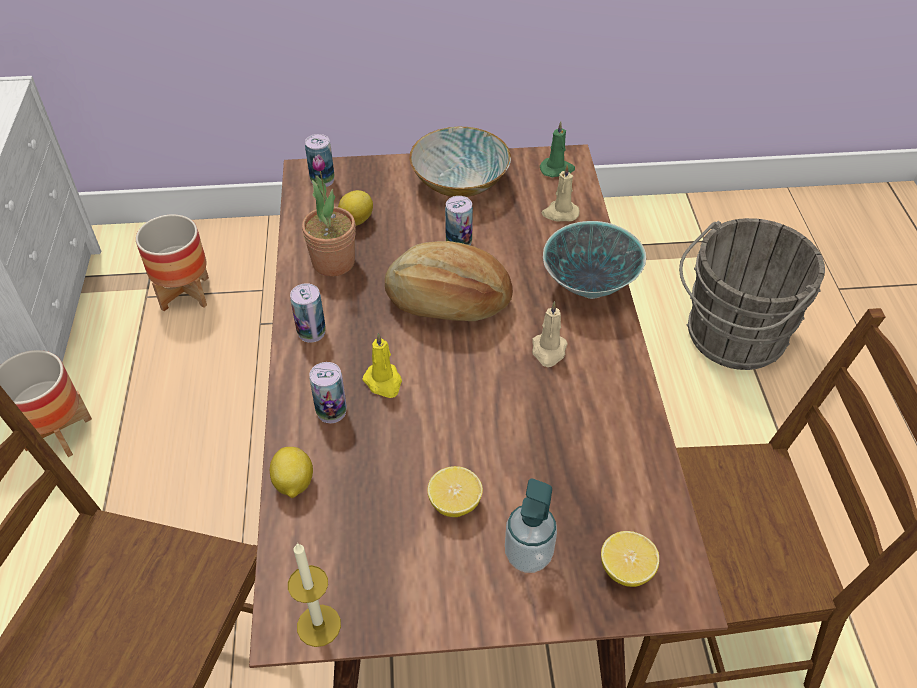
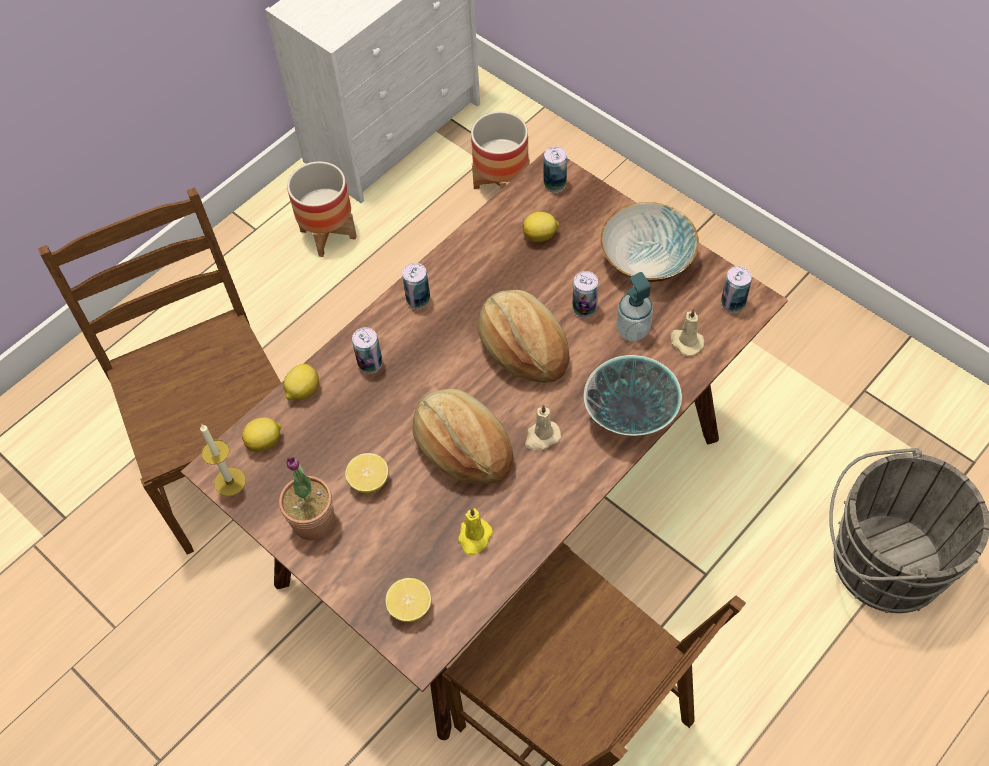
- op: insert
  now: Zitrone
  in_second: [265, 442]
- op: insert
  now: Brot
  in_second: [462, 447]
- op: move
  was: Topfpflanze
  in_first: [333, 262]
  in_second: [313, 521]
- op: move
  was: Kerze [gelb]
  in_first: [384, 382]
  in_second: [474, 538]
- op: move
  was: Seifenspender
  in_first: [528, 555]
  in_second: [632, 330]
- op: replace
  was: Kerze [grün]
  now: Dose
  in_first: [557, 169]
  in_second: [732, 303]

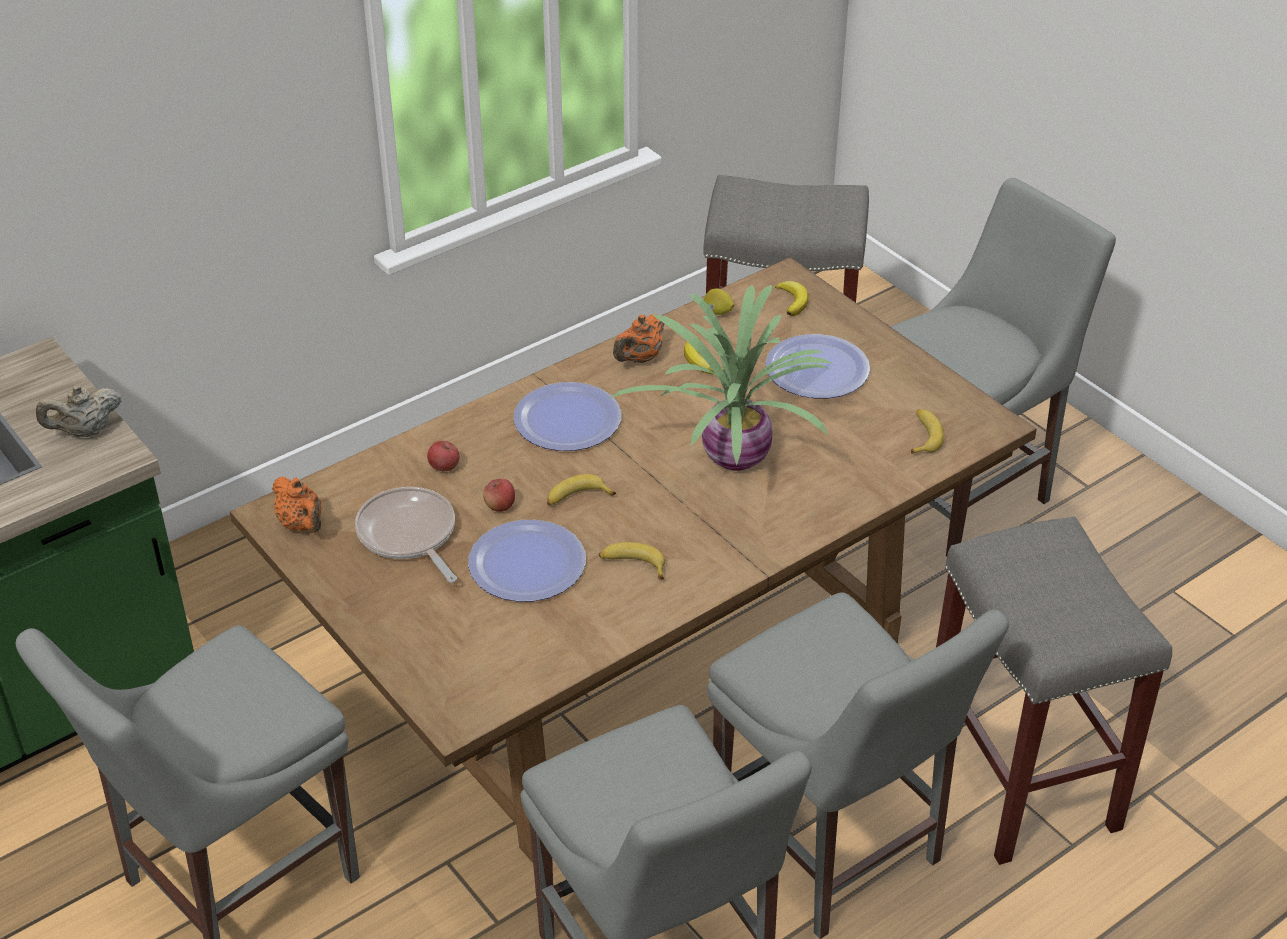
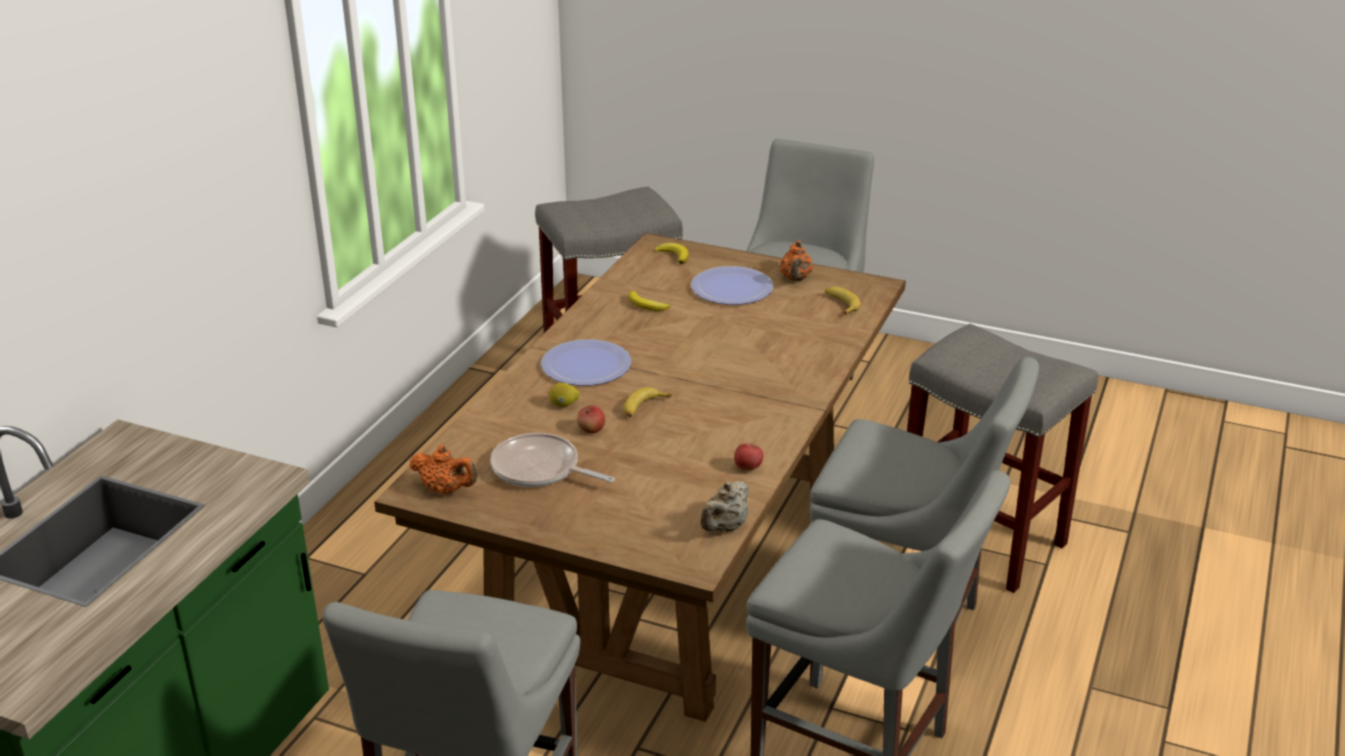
- op: delete
  was: Teller
  in_first: [527, 563]
- op: delete
  was: Banane
  in_first: [632, 565]
- op: delete
  was: Topfpflanze
  in_first: [732, 456]
- op: move
  was: Teekanne [beige]
  in_first: [85, 431]
  in_second: [725, 527]
- op: move
  was: Apfel
  in_first: [444, 467]
  in_second: [748, 468]
- op: move
  was: Teekanne [orange]
  in_first: [640, 358]
  in_second: [795, 279]
- op: move
  was: Zitrone
  in_first: [718, 312]
  in_second: [563, 405]

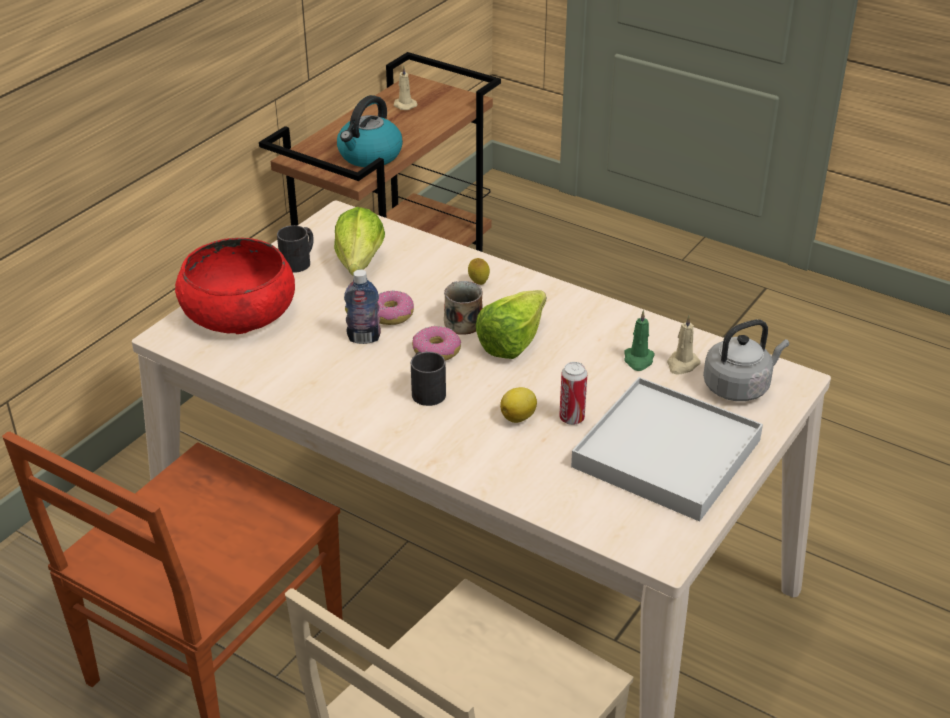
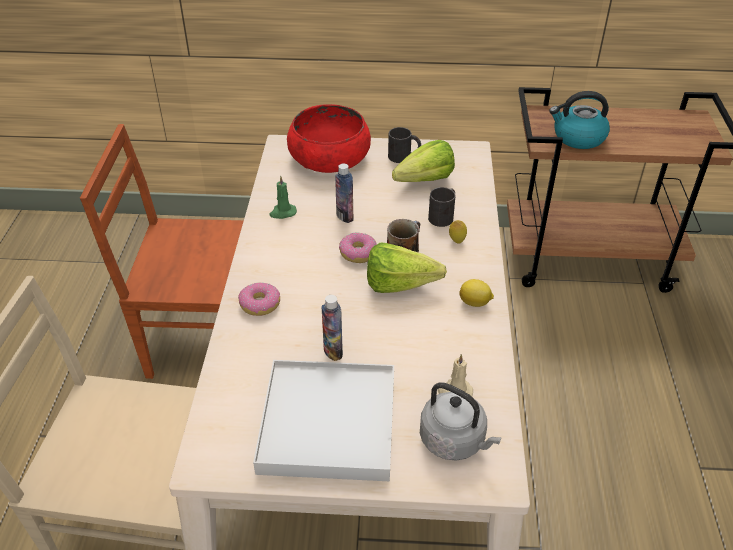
- op: delete
  was: Kerze [beige]
  in_first: [404, 105]
- op: move
  was: Donut
  in_first: [391, 314]
  in_second: [260, 304]
- op: move
  was: Henkelbecher [schwarz]
  in_first: [426, 390]
  in_second: [443, 216]
- op: move
  was: Zitrone
  in_first: [519, 417]
  in_second: [475, 303]
- op: move
  was: Kerze [grün]
  in_first: [638, 360]
  in_second: [282, 213]
- op: replace
  was: Dose
  now: Flasche
  in_first: [571, 418]
  in_second: [333, 351]

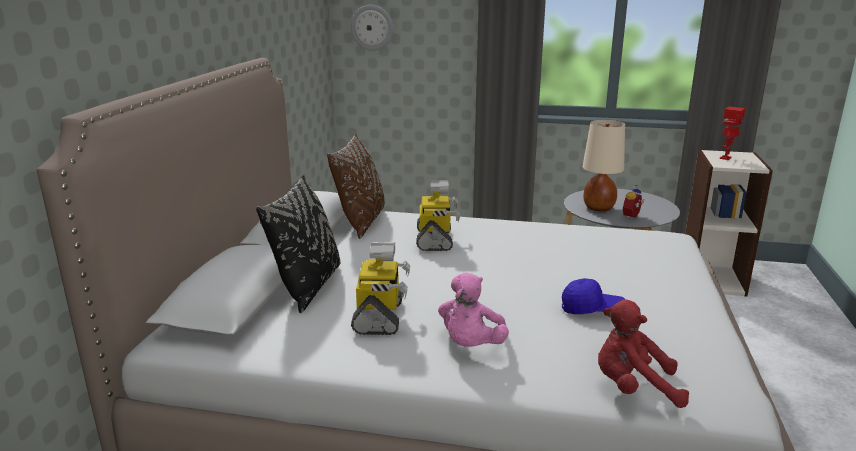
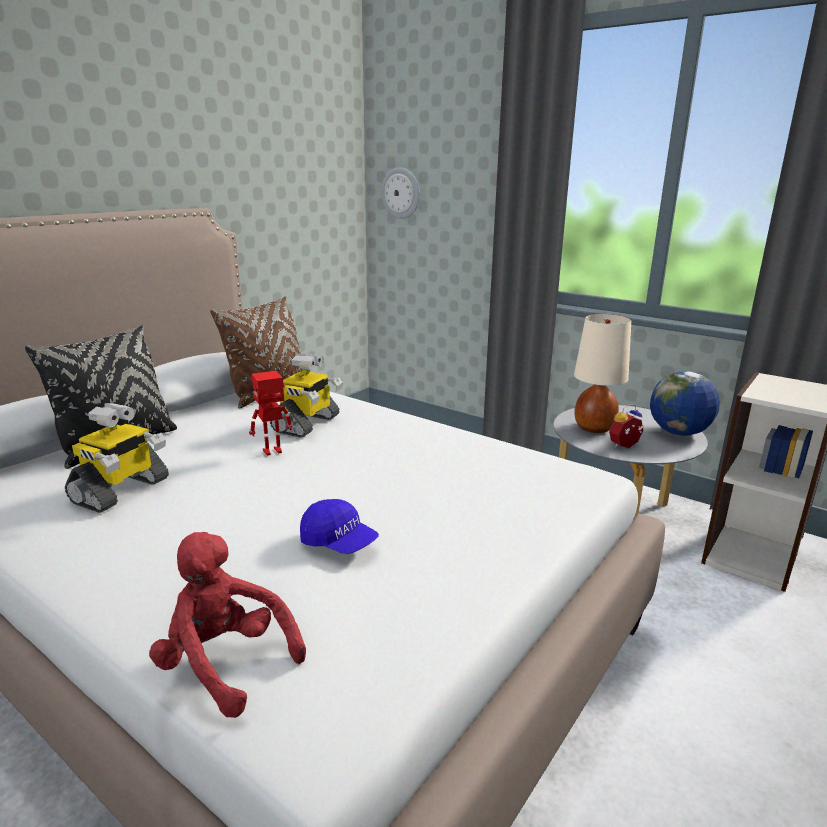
- op: delete
  was: Plüschtier [rosa]
  in_first: [471, 345]
- op: insert
  now: Globus
  in_second: [678, 433]
- op: move
  was: Spielzeugroboter
  in_first: [726, 158]
  in_second: [273, 452]

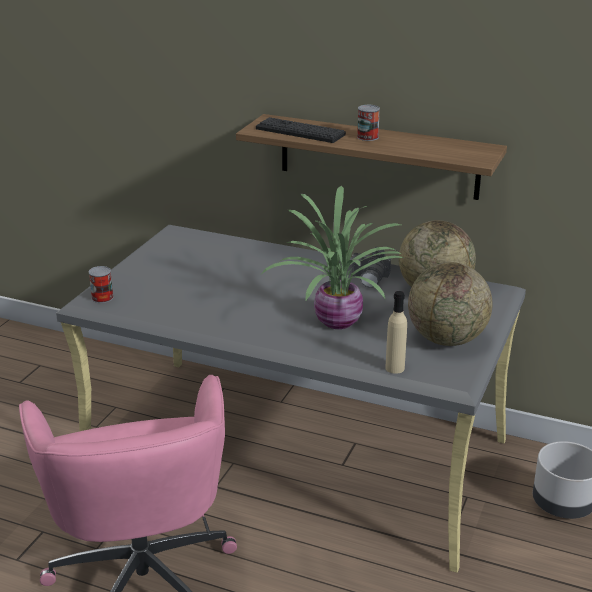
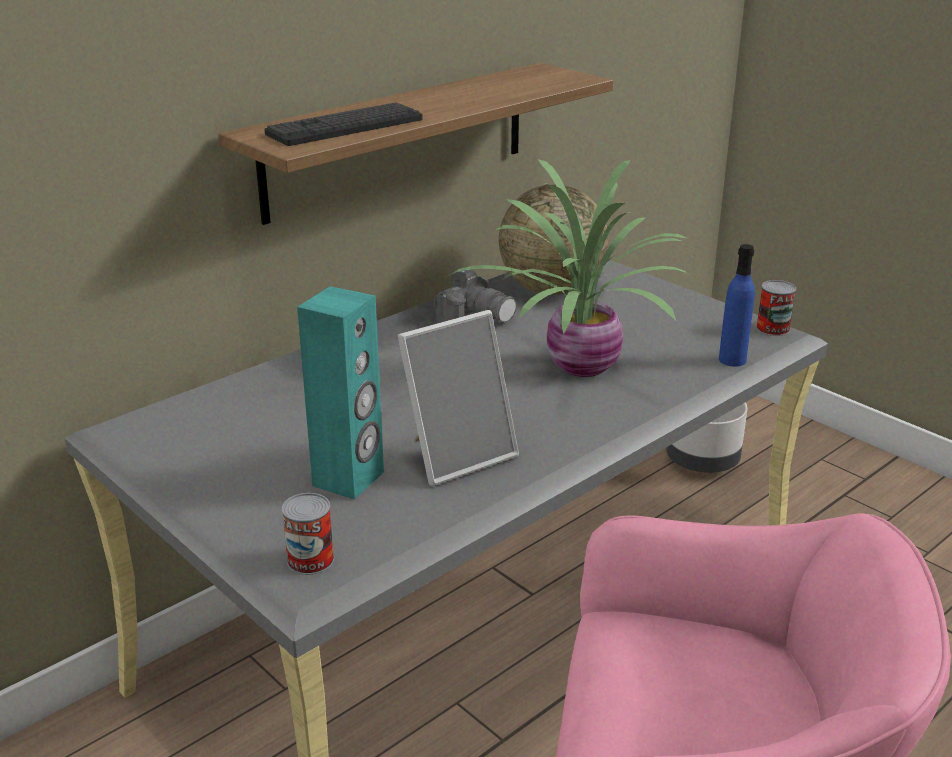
- op: delete
  was: Globus
  in_first: [447, 339]
- op: insert
  now: Lautsprecher [türkis]
  in_second: [349, 479]
- op: insert
  now: Bilderrahmen
  in_second: [457, 455]
- op: move
  was: Dose
  in_first: [367, 137]
  in_second: [772, 328]
- op: recolor
  was: Flasche [beige]
  now: Flasche [blau]
  in_first: [395, 368]
  in_second: [732, 360]

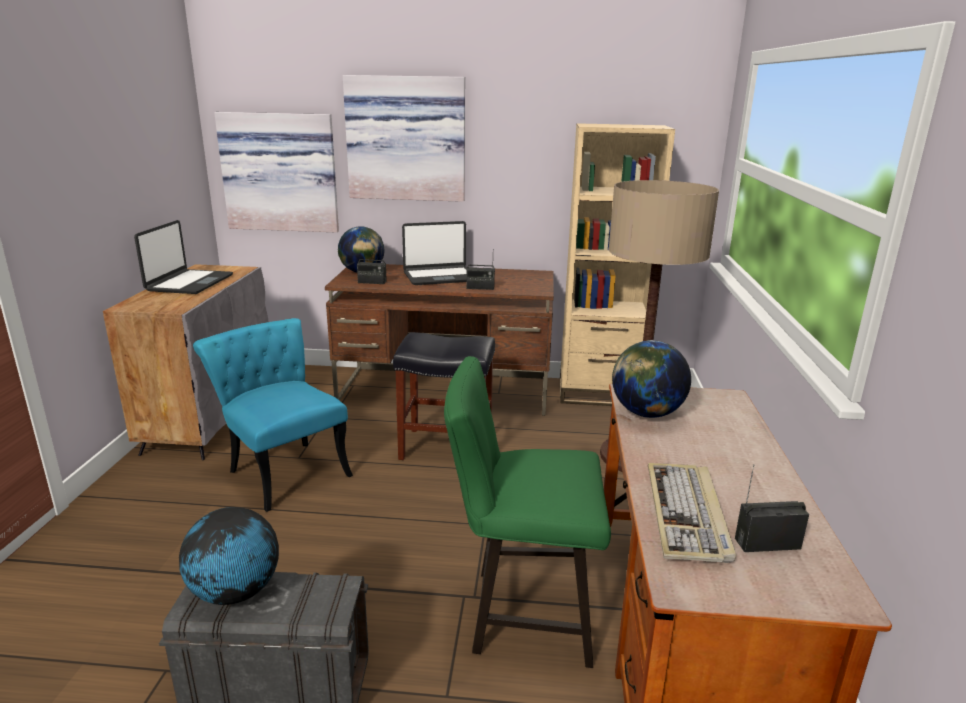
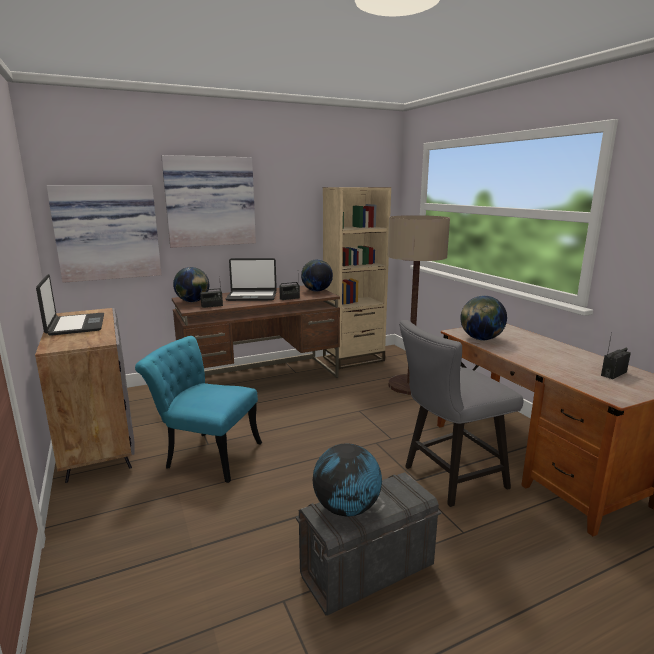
- op: delete
  was: Hocker [schwarz]
  in_first: [445, 447]
- op: delete
  was: Tastatur
  in_first: [687, 514]
- op: insert
  now: Globus
  in_second: [317, 291]
- op: recolor
  was: Stuhl [grün]
  now: Stuhl [grau]
  in_first: [520, 613]
  in_second: [448, 478]
- op: rotate
  was: Laptop
  in_first: [439, 277]
  in_second: [252, 296]
  clockwise: 45

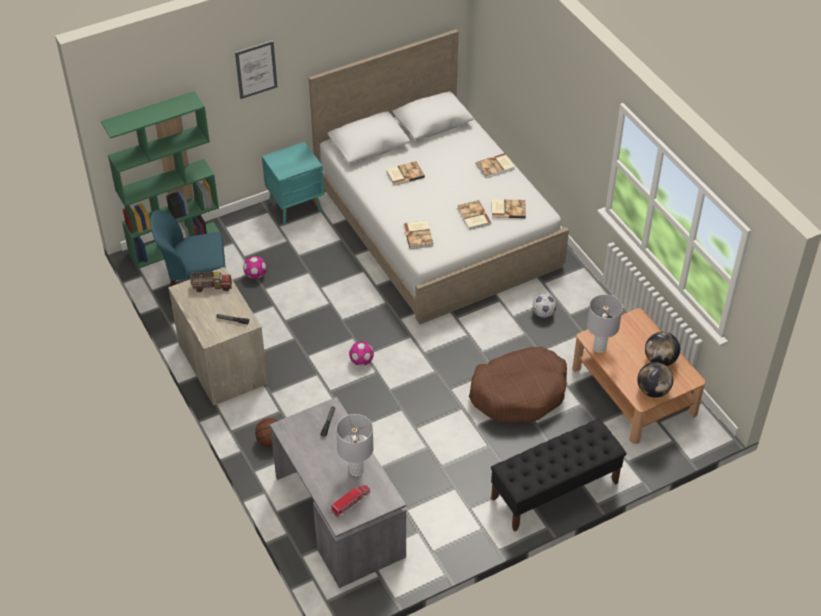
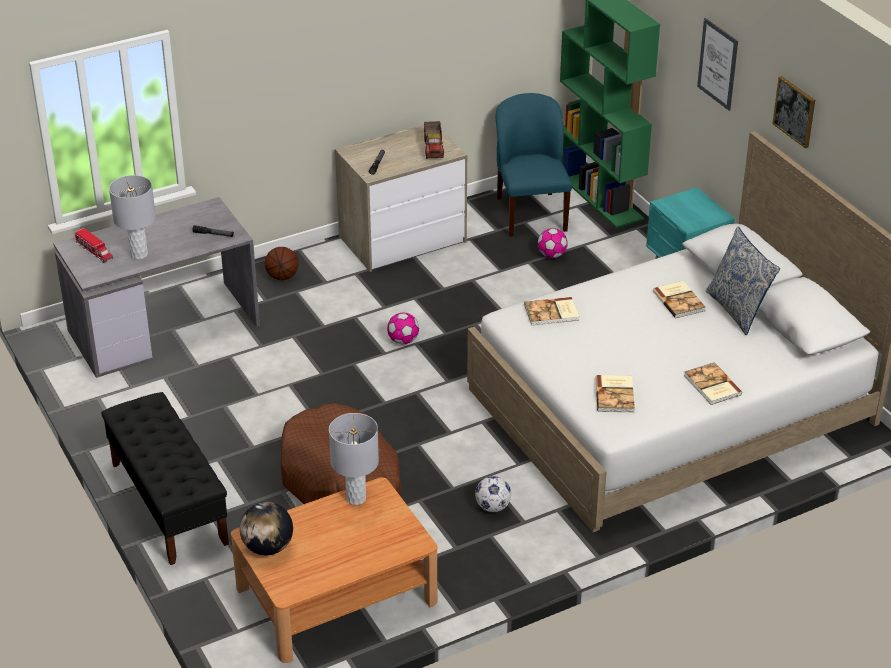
- op: delete
  was: Buch
  in_first: [473, 216]
- op: delete
  was: Globus
  in_first: [660, 360]
- op: insert
  now: Kissen
  in_second: [738, 310]
- op: insert
  now: Bild
  in_second: [795, 111]

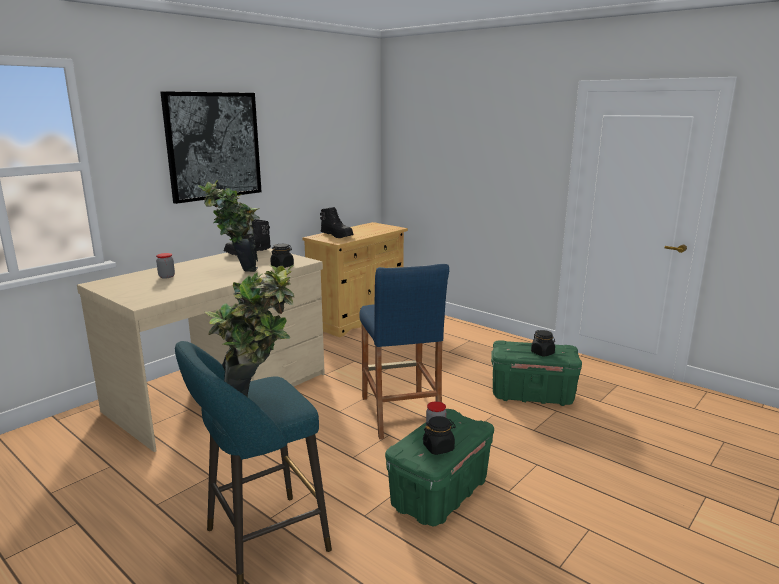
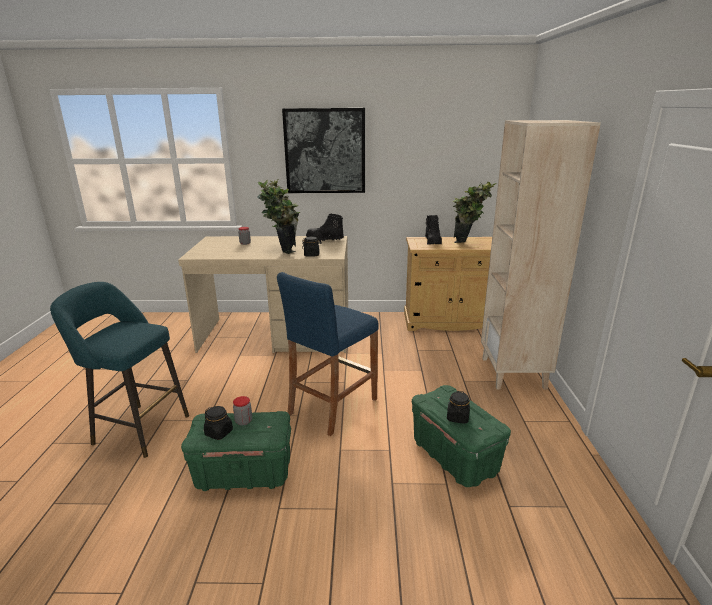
- op: insert
  now: Bücherregal [beige]
  in_second: [513, 373]
- op: move
  was: Topfpflanze
  in_first: [260, 402]
  in_second: [469, 244]

